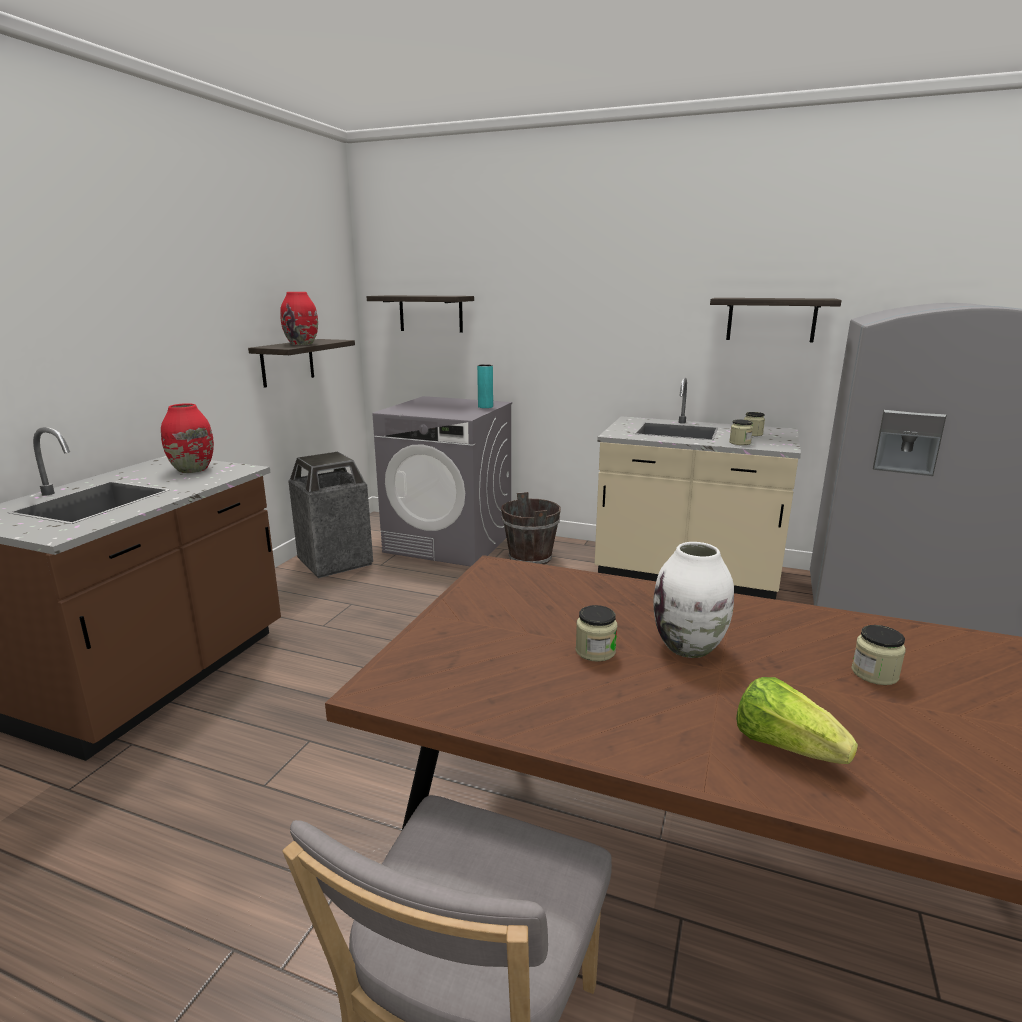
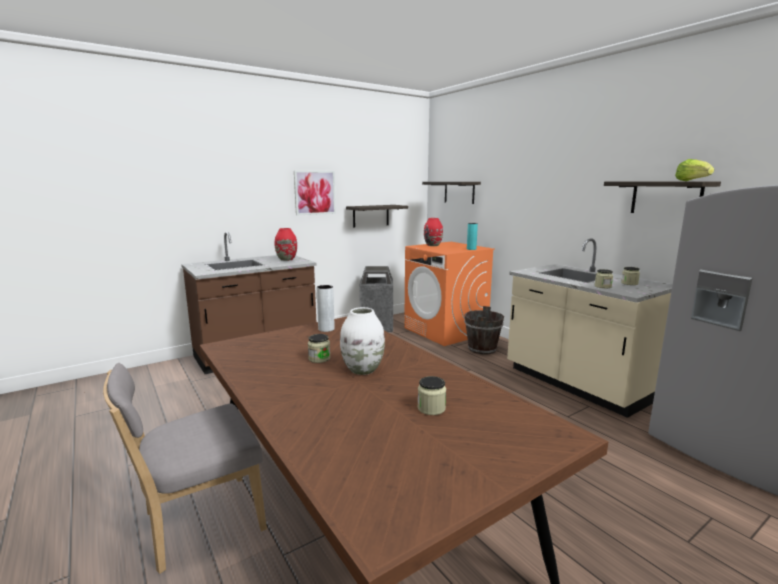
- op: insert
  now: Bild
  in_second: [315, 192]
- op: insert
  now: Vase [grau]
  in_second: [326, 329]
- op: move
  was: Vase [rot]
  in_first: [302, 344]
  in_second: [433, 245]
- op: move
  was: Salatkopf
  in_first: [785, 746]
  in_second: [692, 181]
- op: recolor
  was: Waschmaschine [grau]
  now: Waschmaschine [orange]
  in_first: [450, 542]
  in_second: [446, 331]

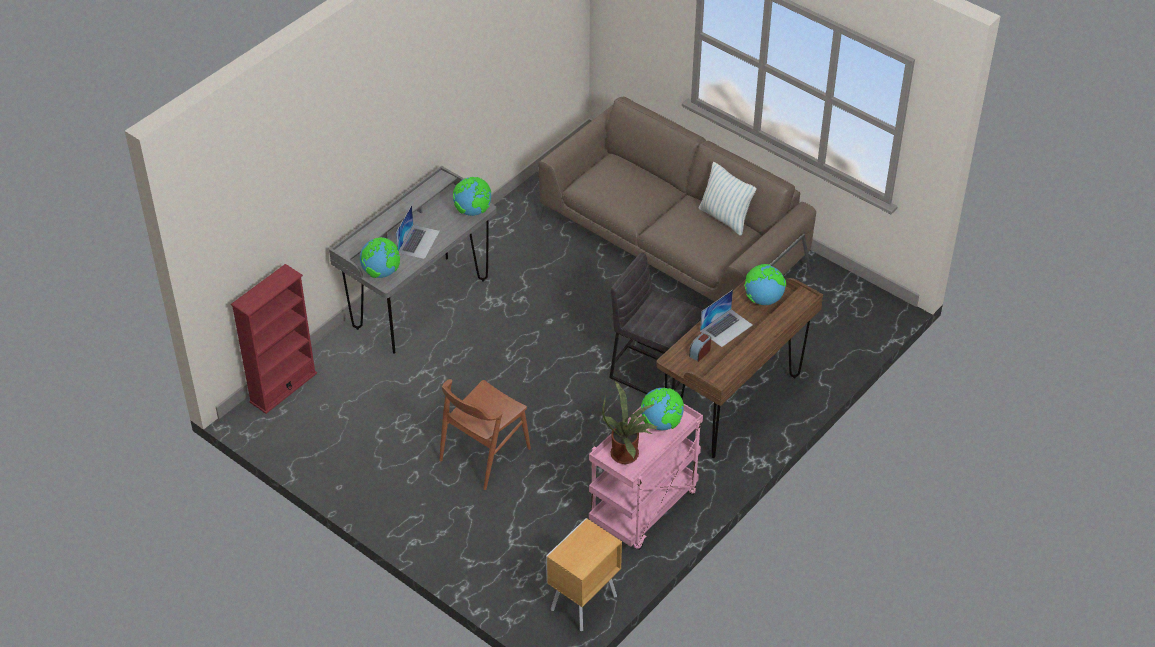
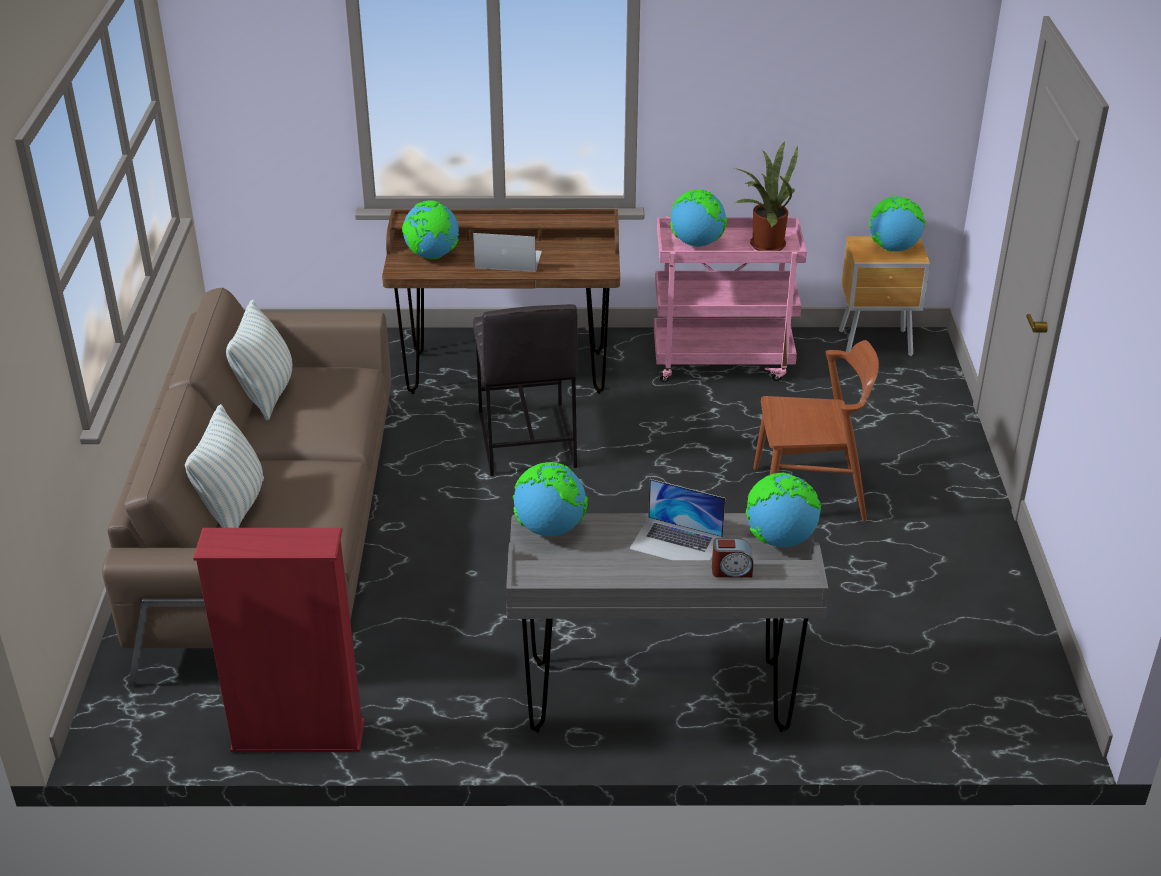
- op: insert
  now: Kissen
  in_second: [233, 508]
- op: insert
  now: Globus
  in_second: [892, 249]
- op: move
  was: Bücherregal [rot]
  in_first: [283, 387]
  in_second: [298, 737]
- op: move
  was: Wecker
  in_first: [700, 353]
  in_second: [731, 570]
- op: rotate
  was: Laptop
  in_first: [418, 241]
  in_second: [676, 543]
  clockwise: -135

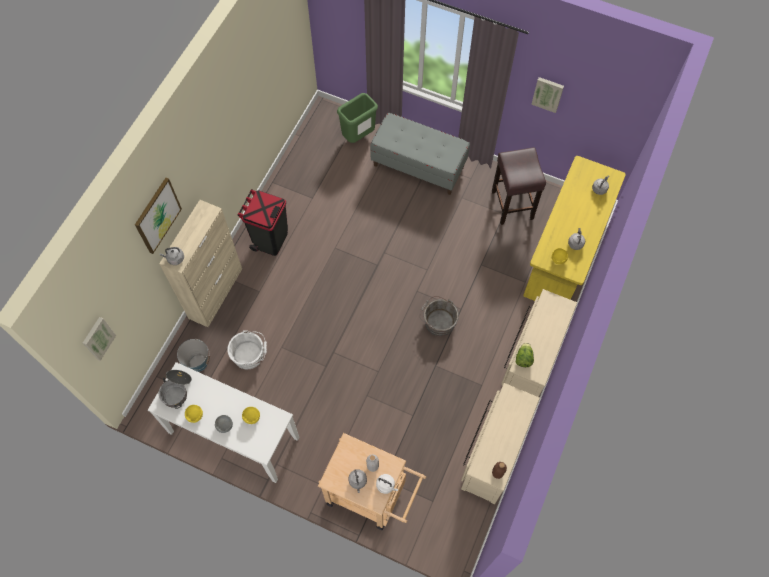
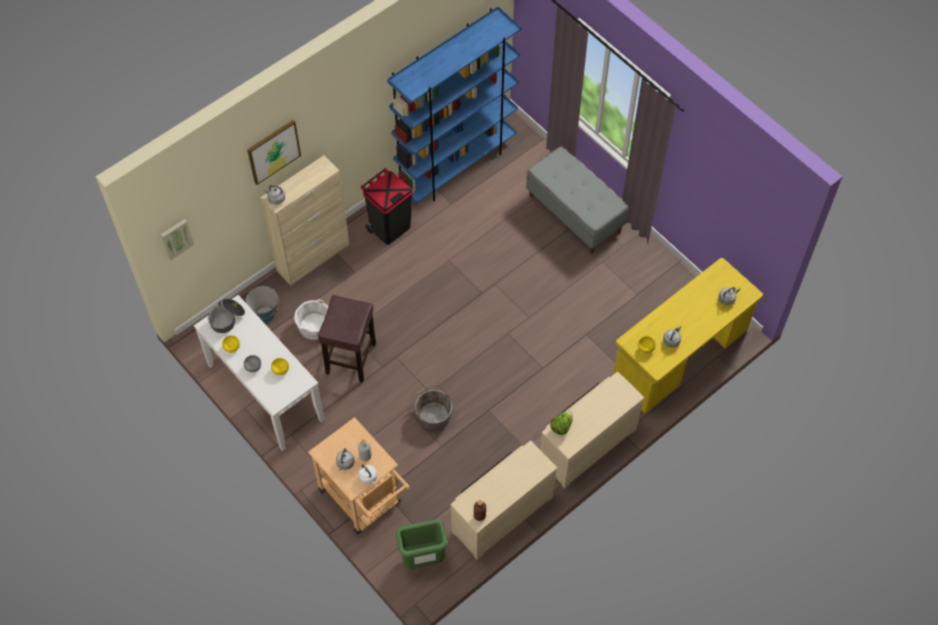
- op: delete
  was: Bild
  in_first: [548, 94]
- op: insert
  now: Bücherregal [blau]
  in_second: [456, 166]
- op: move
  was: Mülleimer [grün]
  in_first: [358, 137]
  in_second: [423, 559]
- op: move
  was: Eimer [grau]
  in_first: [438, 321]
  in_second: [432, 414]
- op: move
  was: Hocker [braun]
  in_first: [511, 204]
  in_second: [351, 357]

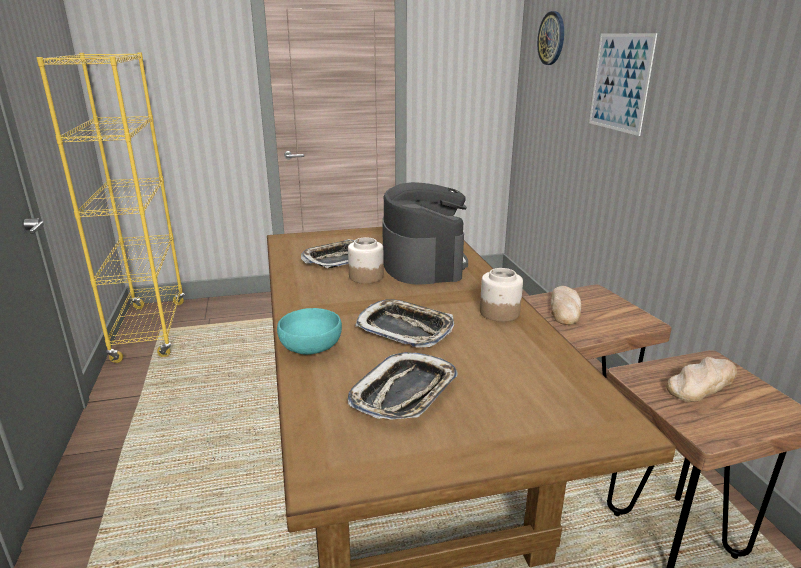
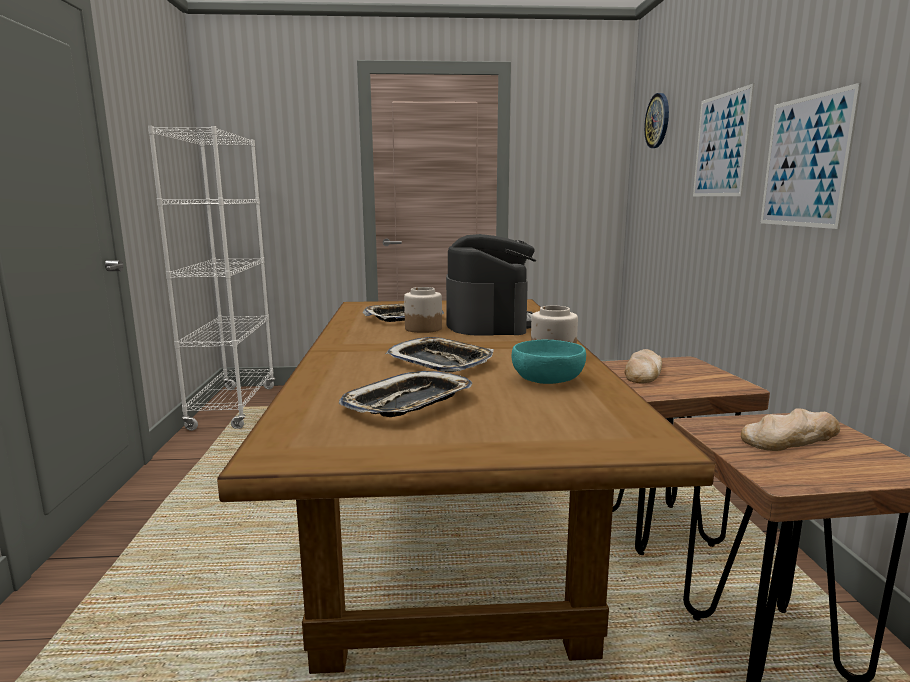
- op: insert
  now: Bild
  in_second: [805, 162]
- op: move
  was: Schüssel [türkis]
  in_first: [312, 347]
  in_second: [548, 380]
- op: recolor
  was: Bücherregal [gelb]
  now: Bücherregal [weiß]
  in_first: [151, 330]
  in_second: [234, 407]

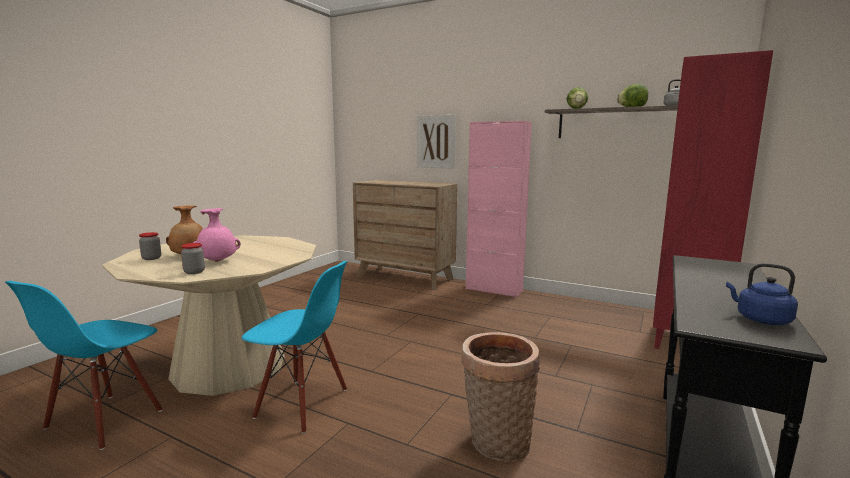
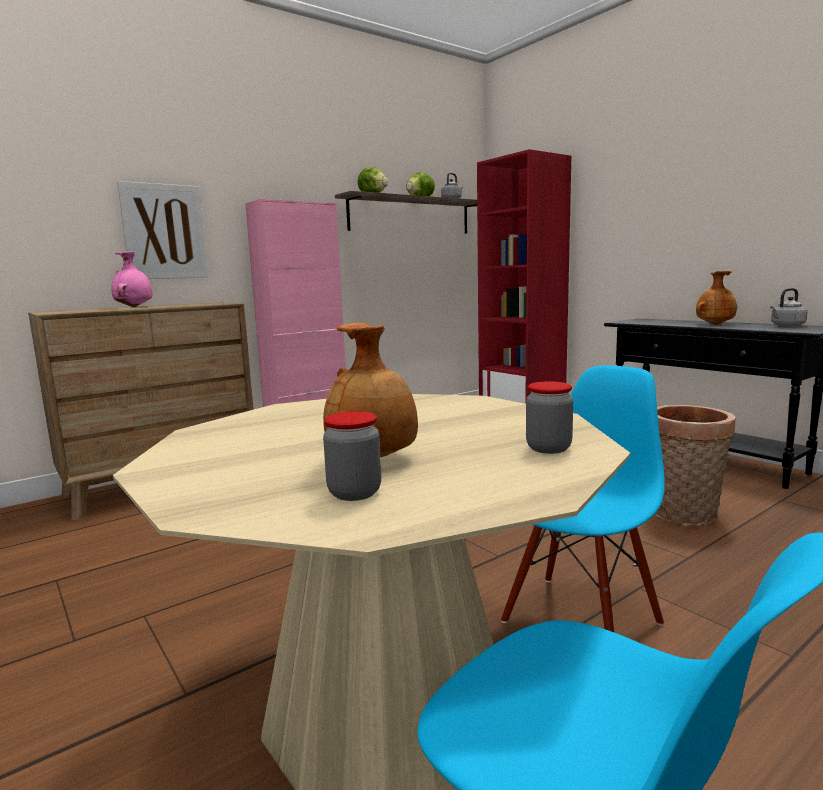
- op: insert
  now: Vase [braun]
  in_second: [714, 324]
- op: move
  was: Vase [rosa]
  in_first: [217, 261]
  in_second: [135, 307]
- op: recolor
  was: Wasserkessel [blau]
  now: Wasserkessel [grau]
  in_first: [760, 319]
  in_second: [786, 326]

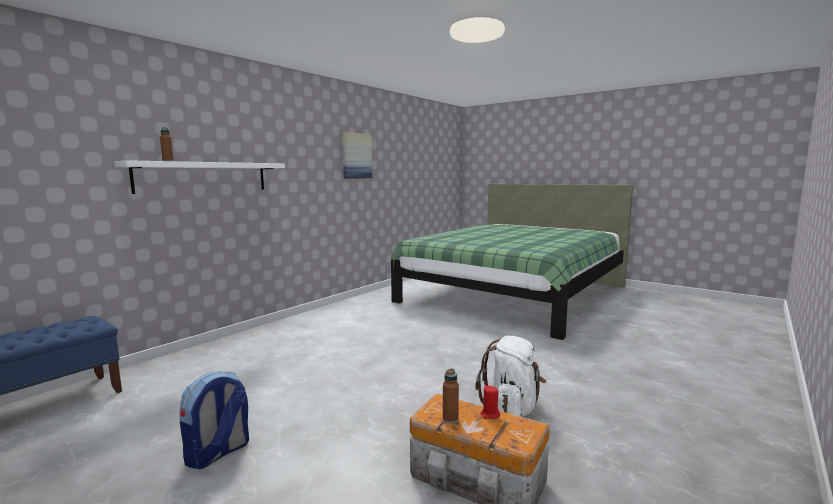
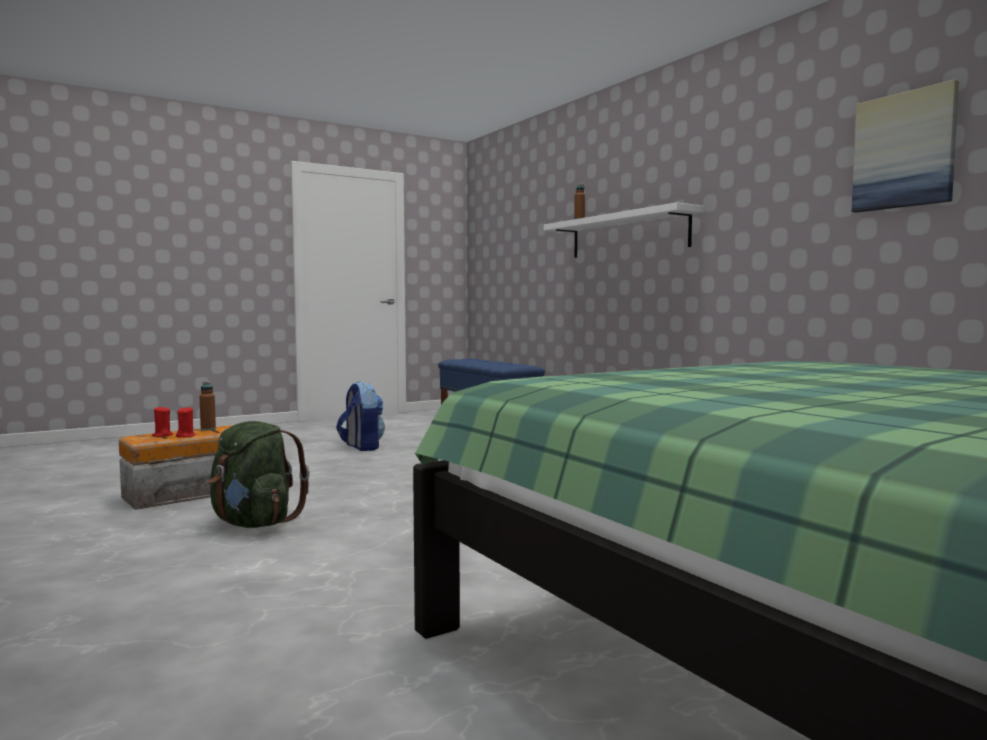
- op: insert
  now: Kerze [rot]
  in_second: [162, 435]
- op: recolor
  was: Rucksack [weiß]
  now: Rucksack [grün]
  in_first: [512, 408]
  in_second: [254, 523]

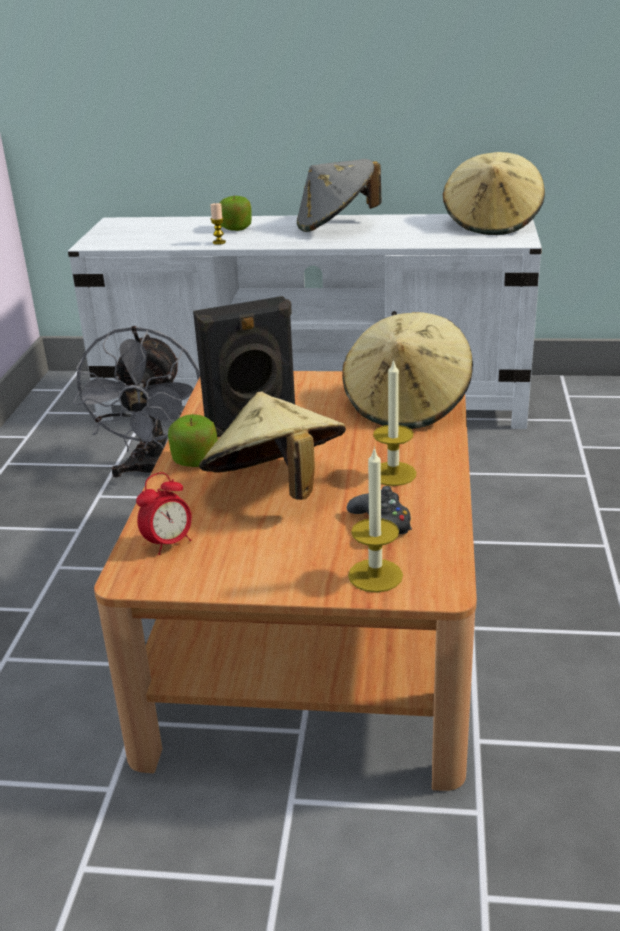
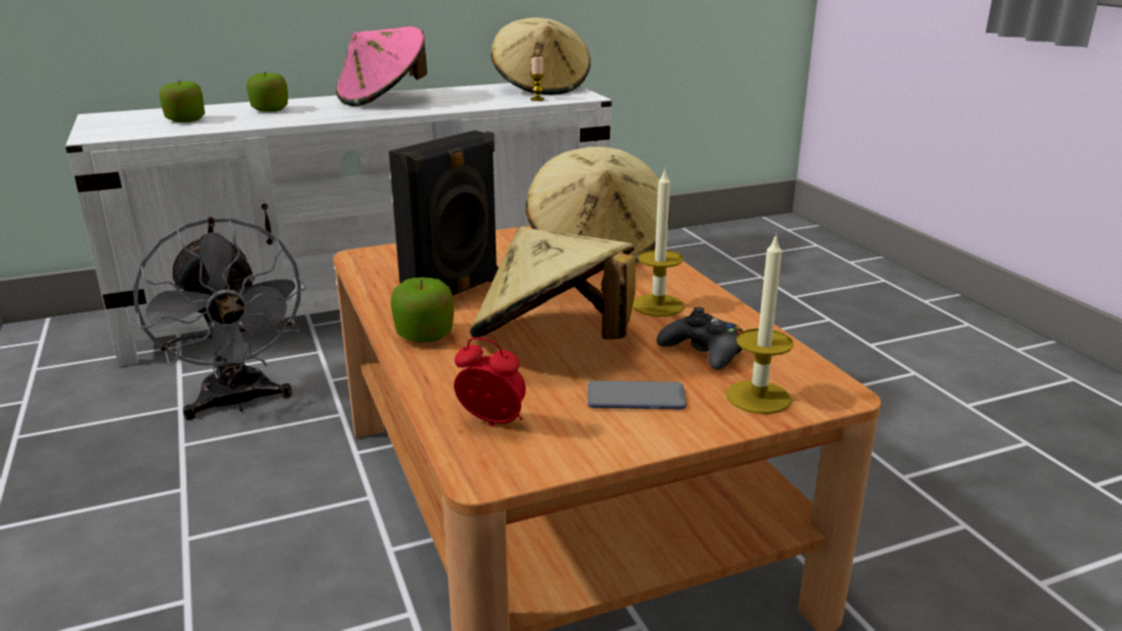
- op: insert
  now: Apfel
  in_second: [185, 120]
- op: insert
  now: Handy
  in_second: [636, 398]
- op: move
  was: Kerze
  in_first: [219, 242]
  in_second: [537, 99]
- op: recolor
  was: Hut [grau]
  now: Hut [rosa]
  in_first: [336, 225]
  in_second: [383, 99]
- op: rotate
  was: Wecker
  in_first: [169, 543]
  in_second: [492, 424]
  clockwise: -90

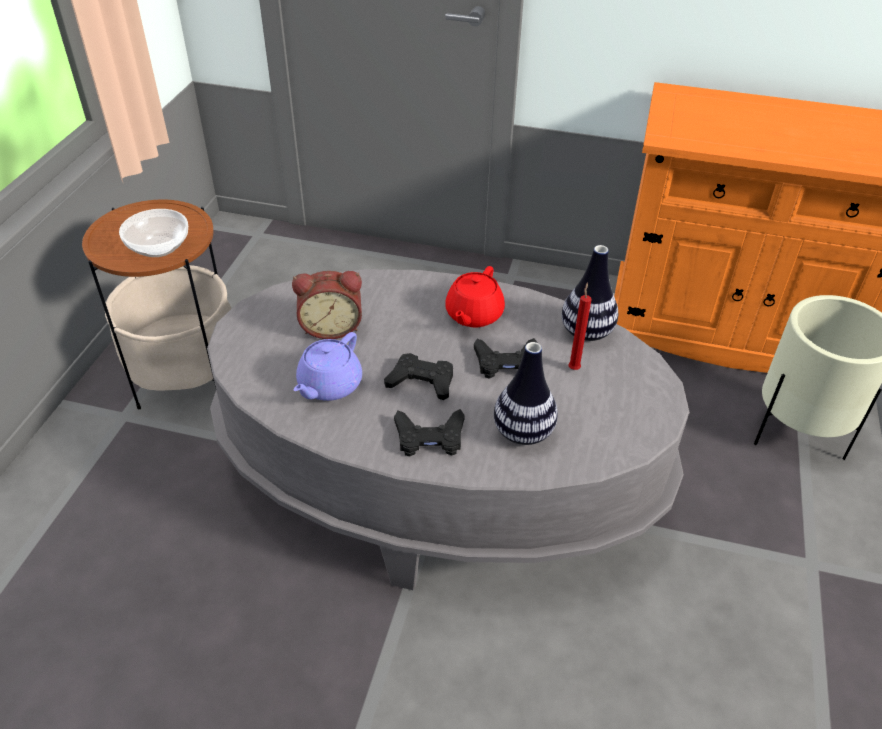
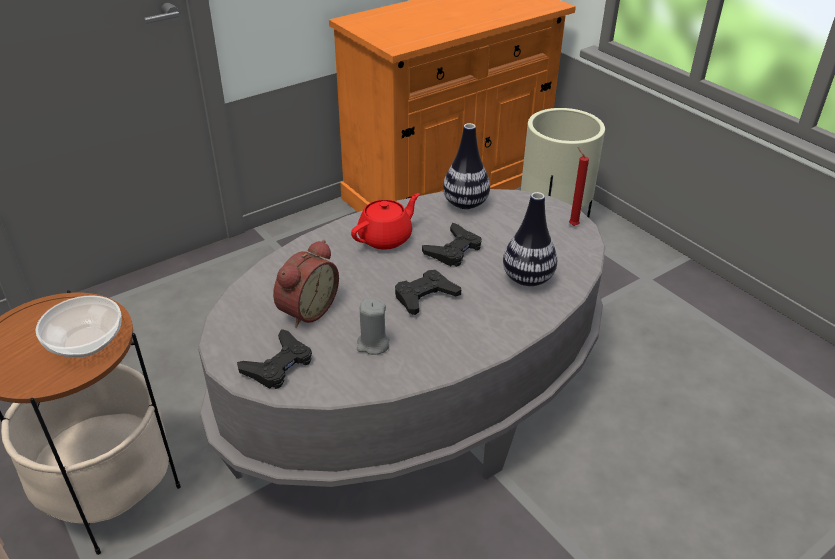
- op: move
  was: Gamepad [schwarz]
  in_first: [429, 438]
  in_second: [278, 365]
- op: move
  was: Kerze [rot]
  in_first: [574, 368]
  in_second: [572, 225]
- op: replace
  was: Teekanne [lila]
  now: Kerze [grau]
  in_first: [329, 386]
  in_second: [373, 344]
- op: rotate
  was: Teekanne [rot]
  in_first: [473, 315]
  in_second: [386, 238]
  clockwise: -105

